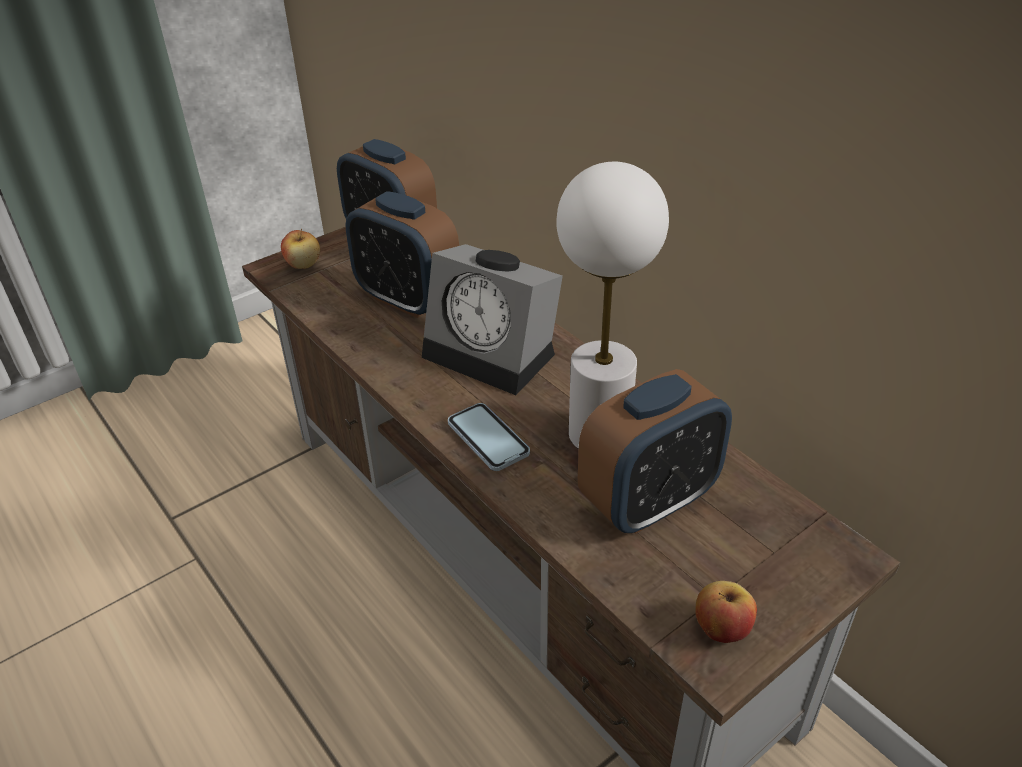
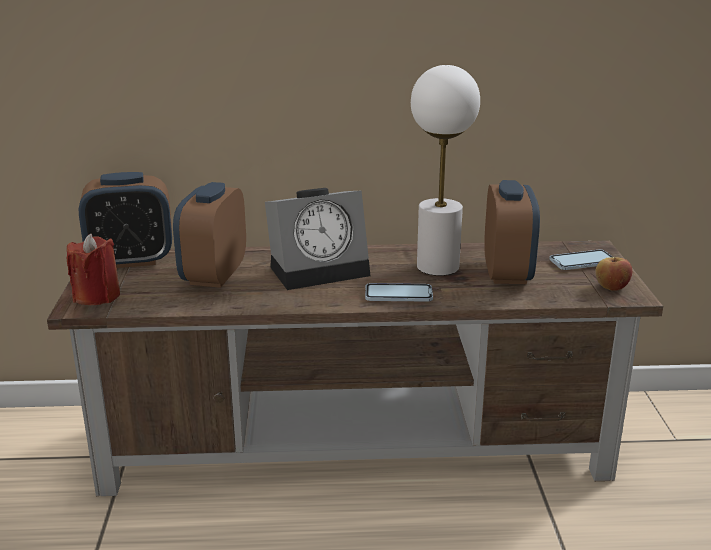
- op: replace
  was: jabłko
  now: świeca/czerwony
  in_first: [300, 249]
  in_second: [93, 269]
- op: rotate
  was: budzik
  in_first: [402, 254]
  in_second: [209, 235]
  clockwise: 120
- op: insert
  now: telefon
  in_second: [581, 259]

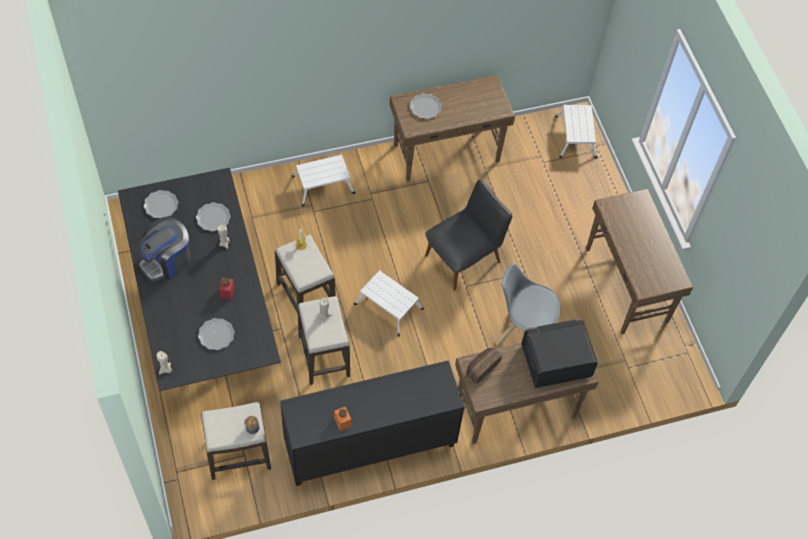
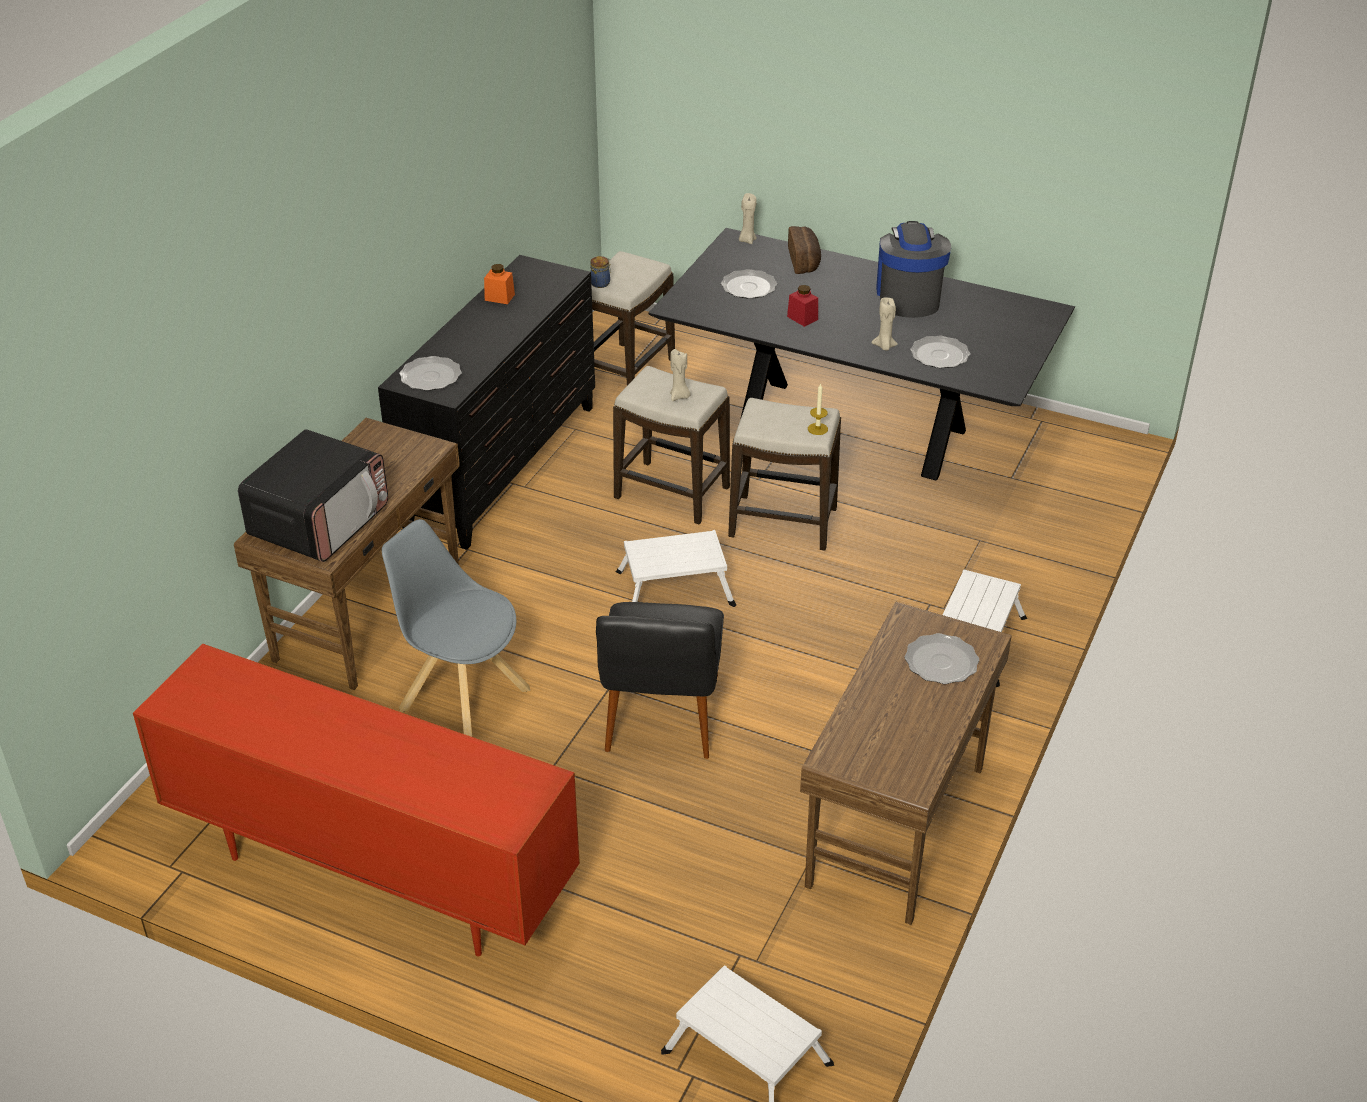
- op: replace
  was: stolik konsolowy/brązowy
  now: szafka
  in_first: [639, 261]
  in_second: [356, 800]
- op: rotate
  was: krzesło/szary
  in_first: [527, 304]
  in_second: [456, 628]
  clockwise: -120
- op: move
  was: talerz
  in_first: [161, 204]
  in_second: [430, 373]
- op: move
  was: chleb
  in_first: [484, 366]
  in_second: [804, 250]

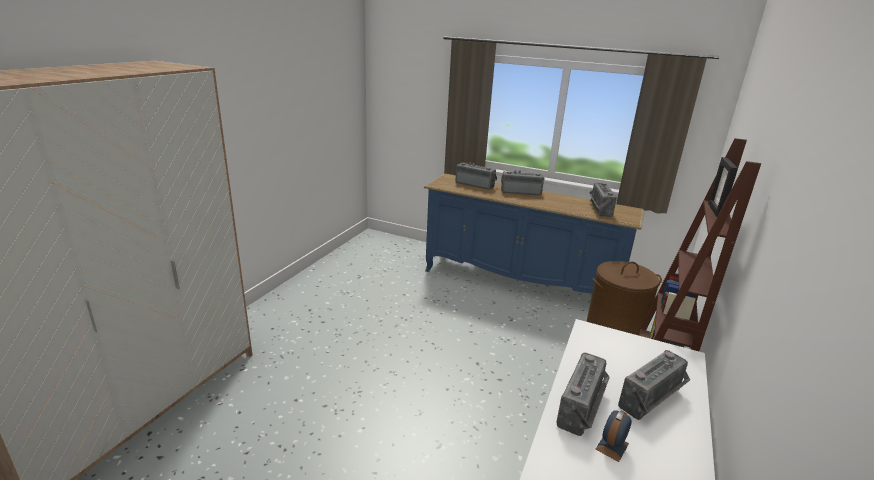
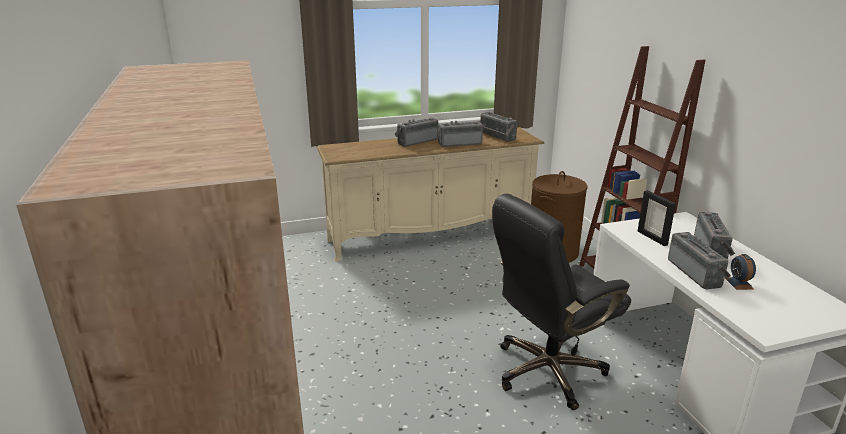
- op: recolor
  was: szafka/niebieski
  now: szafka/beżowy
  in_first: [534, 234]
  in_second: [430, 194]
- op: move
  was: radio
  in_first: [476, 176]
  in_second: [460, 134]
- op: insert
  now: krzesło biurowe/czarny
  in_second: [561, 302]
- op: move
  was: ramka na zdjęcie
  in_first: [723, 187]
  in_second: [656, 218]

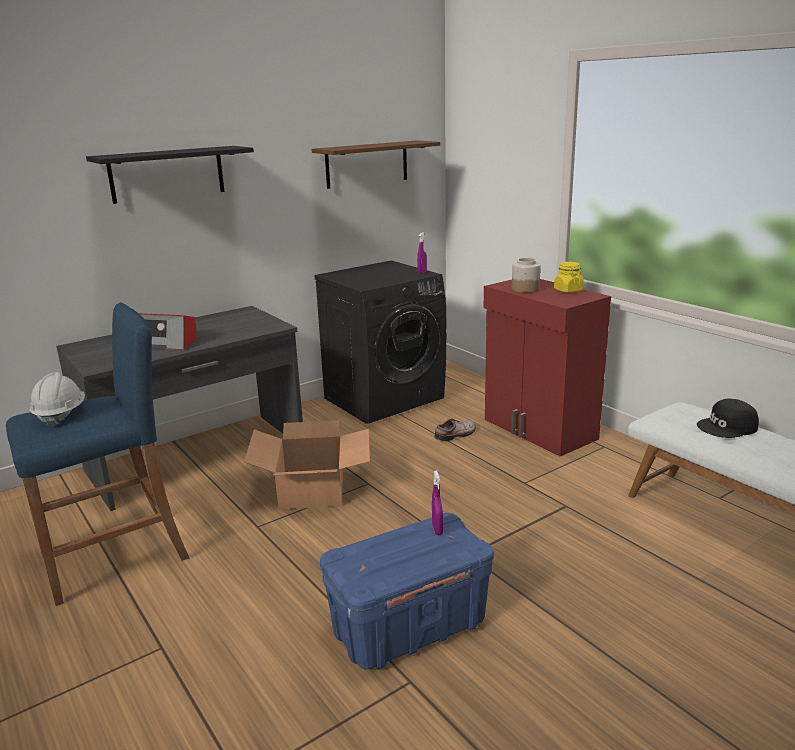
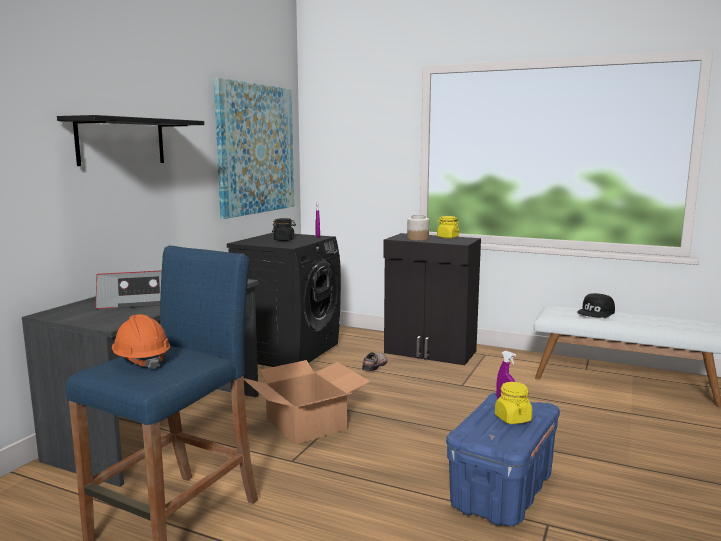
- op: recolor
  was: kask/biały
  now: kask/pomarańczowy
  in_first: [57, 399]
  in_second: [141, 342]
- op: replace
  was: półka/brązowy
  now: obraz
  in_first: [375, 164]
  in_second: [254, 148]
- op: insert
  now: słoik/czarny
  in_second: [284, 229]
- op: recolor
  was: szafka/czerwony
  now: szafka/czarny
  in_first: [547, 368]
  in_second: [432, 299]
- op: insert
  now: słoik/żółty
  in_second: [513, 403]

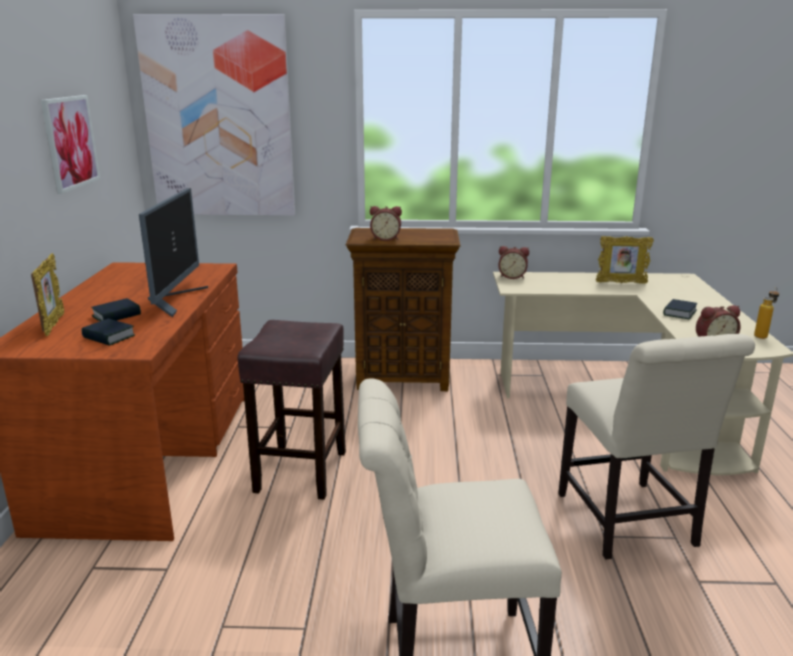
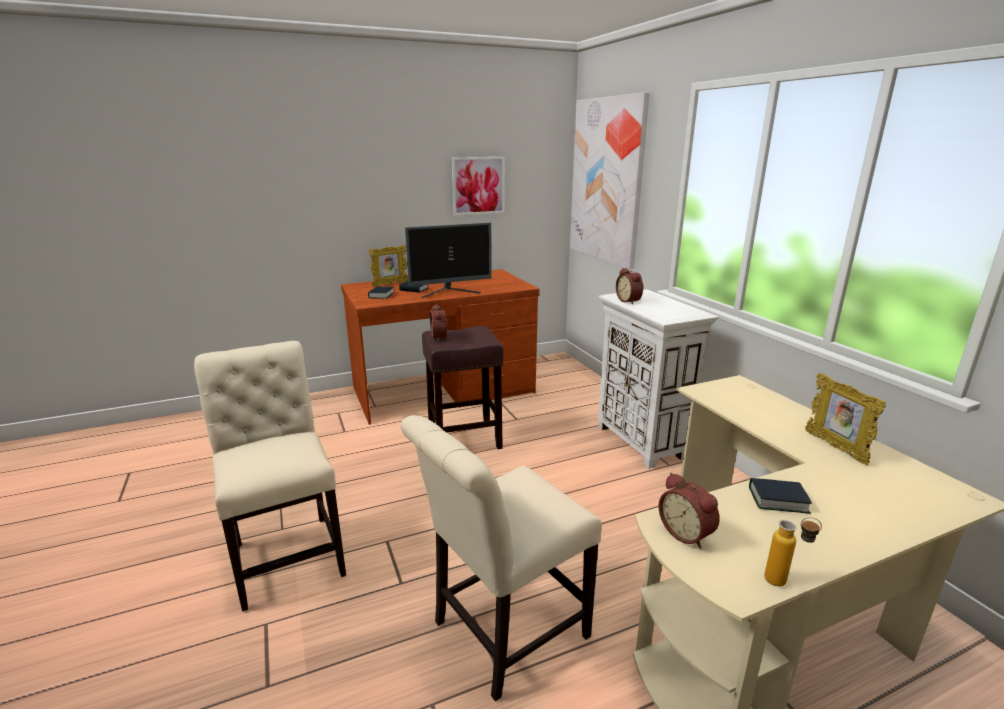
- op: move
  was: budzik
  in_first: [513, 262]
  in_second: [439, 322]
- op: recolor
  was: szafka/brązowy
  now: szafka/biały
  in_first: [403, 309]
  in_second: [658, 379]

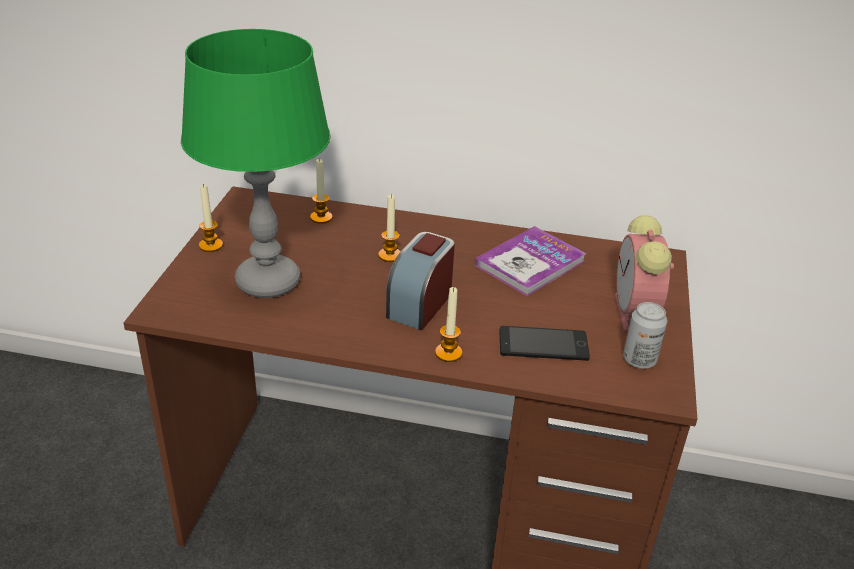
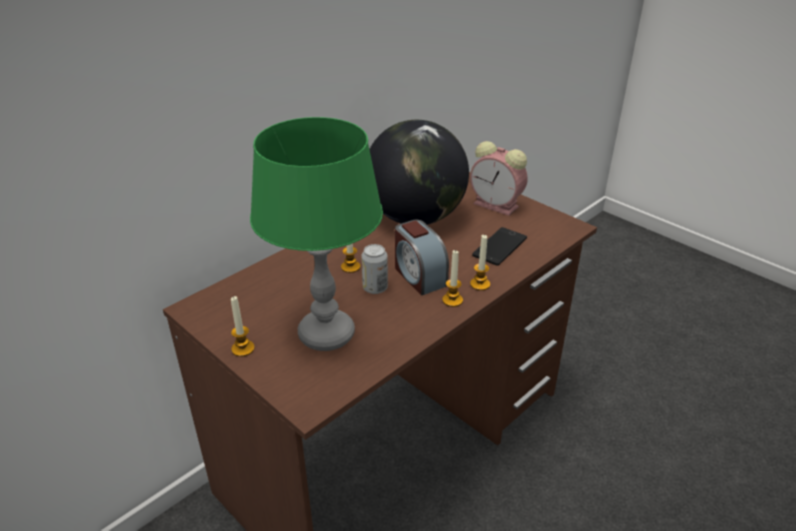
- op: move
  was: puszka
  in_first: [645, 335]
  in_second: [374, 269]
- op: replace
  was: książka
  now: globus
  in_first: [530, 261]
  in_second: [419, 172]
- op: move
  was: świeca
  in_first: [321, 191]
  in_second: [452, 278]

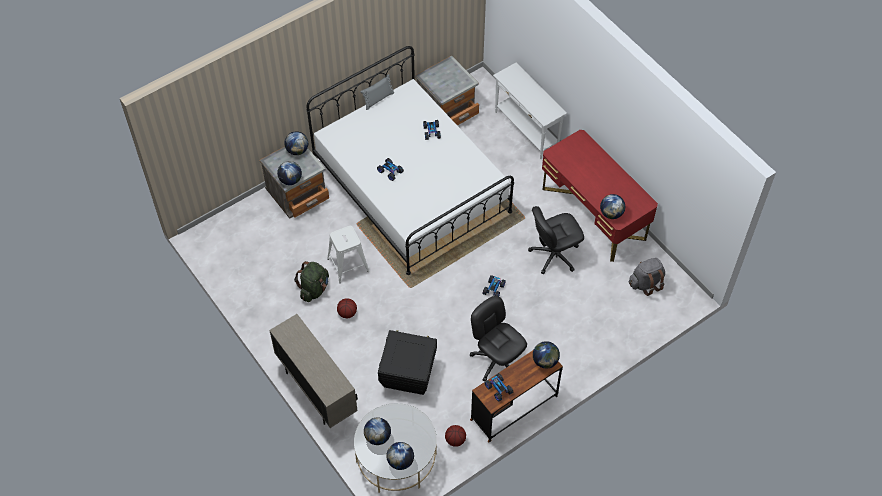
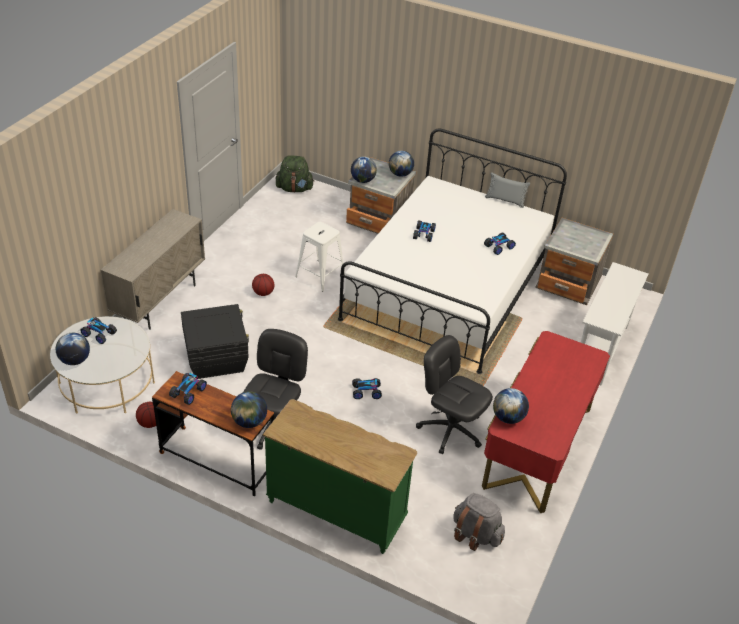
- op: replace
  was: globus
  now: samochodzik
  in_first: [377, 431]
  in_second: [98, 330]
- op: insert
  now: komoda/zielony
  in_second: [339, 476]
- op: move
  was: plecak/zielony
  in_first: [311, 281]
  in_second: [294, 174]

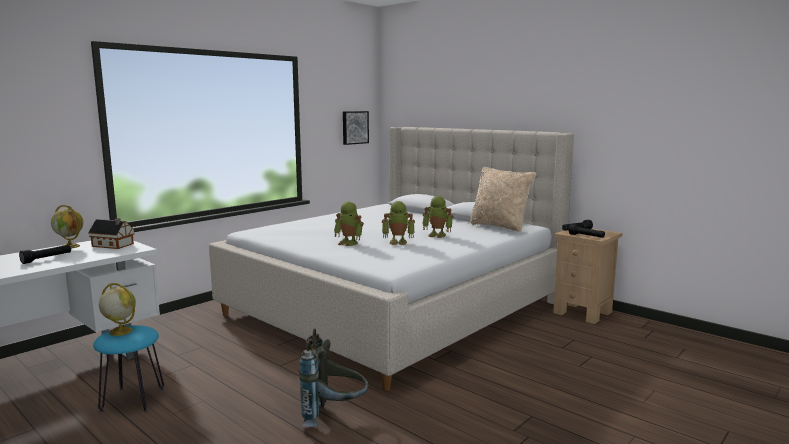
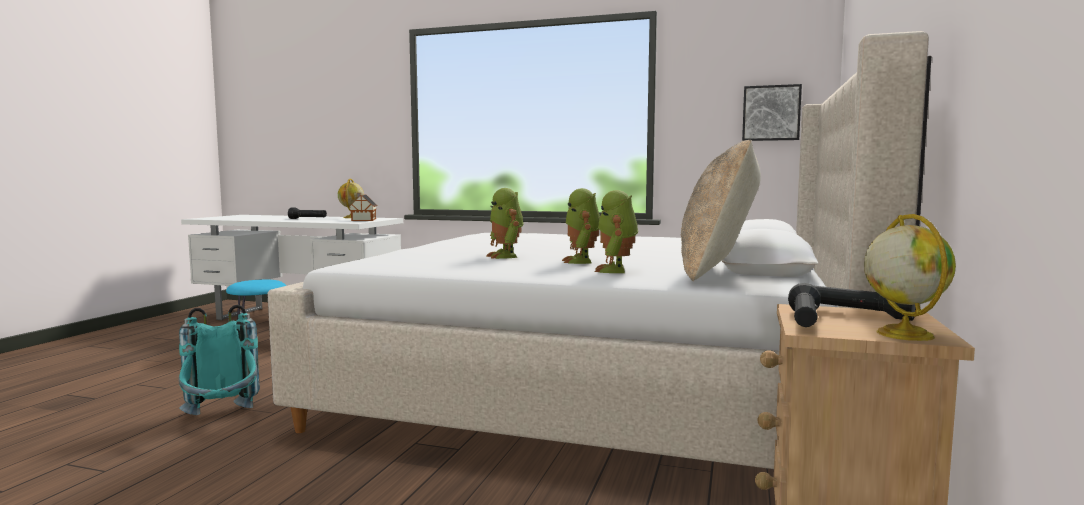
- op: recolor
  was: plecak/szary
  now: plecak/turkusowy
  in_first: [334, 377]
  in_second: [219, 360]
- op: move
  was: robot zabawkowy
  in_first: [349, 224]
  in_second: [616, 231]
- op: move
  was: globus
  in_first: [117, 309]
  in_second: [910, 277]

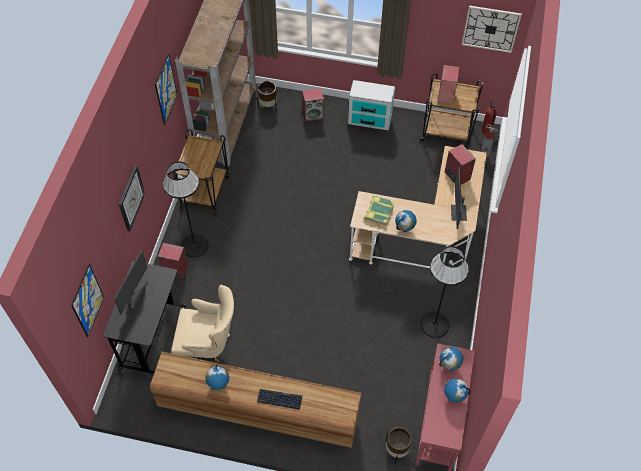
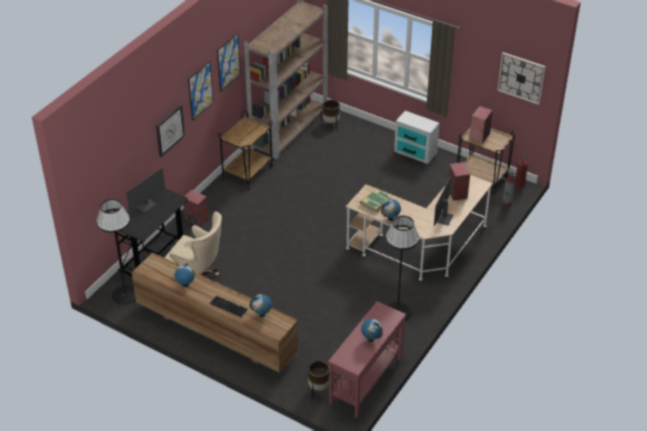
- op: move
  was: lampa stojąca/czarny
  in_first: [185, 209]
  in_second: [116, 252]
- op: move
  was: obraz
  in_first: [87, 300]
  in_second: [201, 91]
- op: move
  was: globus
  in_first: [451, 359]
  in_second: [261, 305]
- op: delete
  was: głośnik
  in_first: [313, 105]

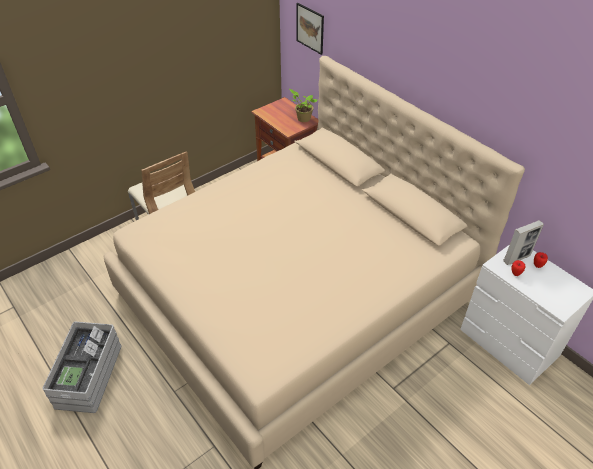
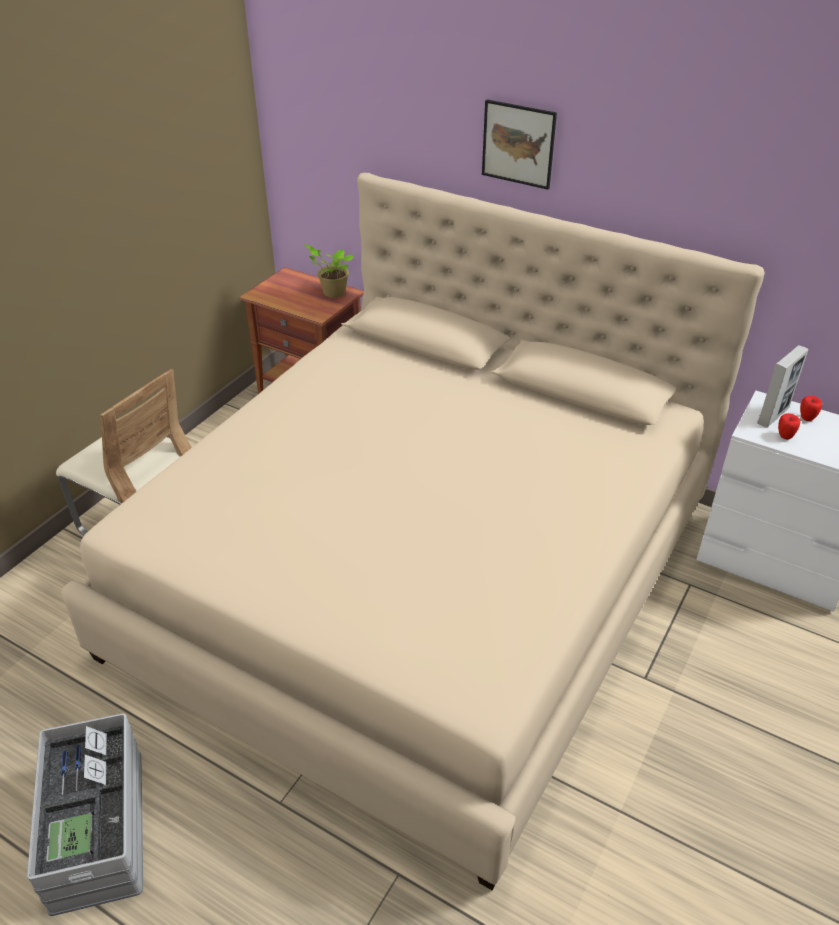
- op: move
  was: obraz
  in_first: [310, 29]
  in_second: [519, 144]

